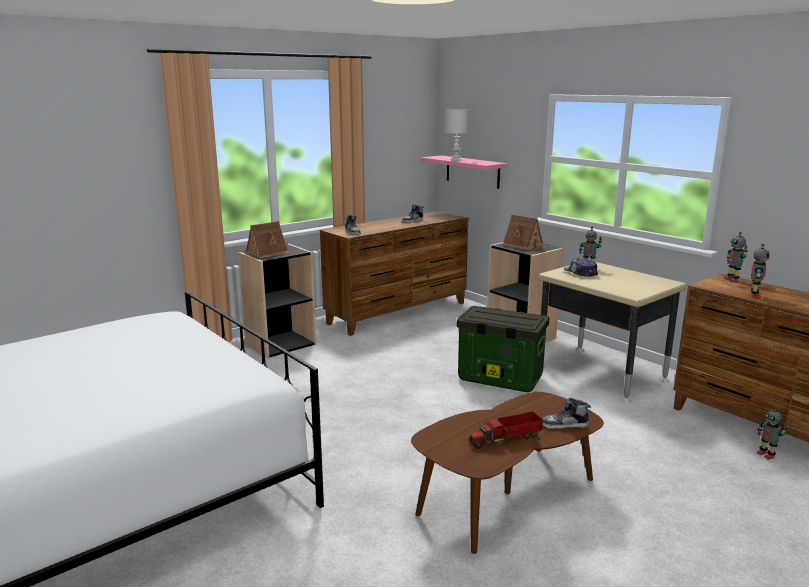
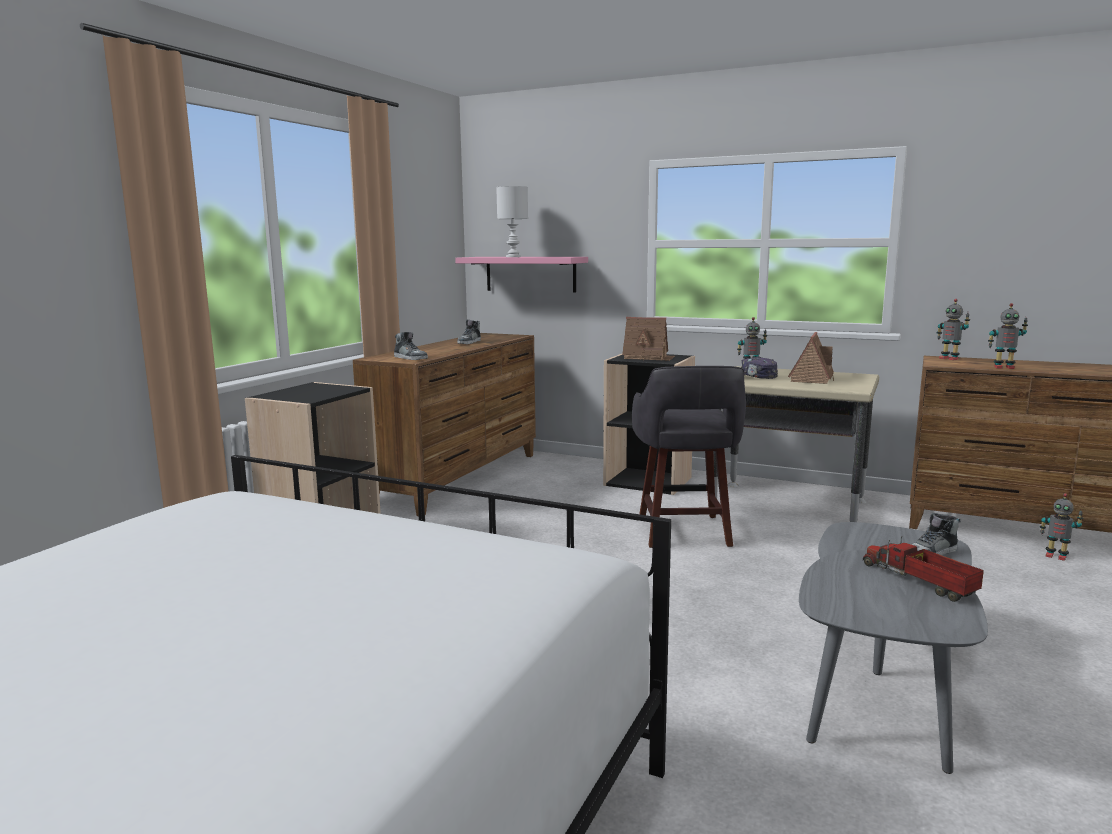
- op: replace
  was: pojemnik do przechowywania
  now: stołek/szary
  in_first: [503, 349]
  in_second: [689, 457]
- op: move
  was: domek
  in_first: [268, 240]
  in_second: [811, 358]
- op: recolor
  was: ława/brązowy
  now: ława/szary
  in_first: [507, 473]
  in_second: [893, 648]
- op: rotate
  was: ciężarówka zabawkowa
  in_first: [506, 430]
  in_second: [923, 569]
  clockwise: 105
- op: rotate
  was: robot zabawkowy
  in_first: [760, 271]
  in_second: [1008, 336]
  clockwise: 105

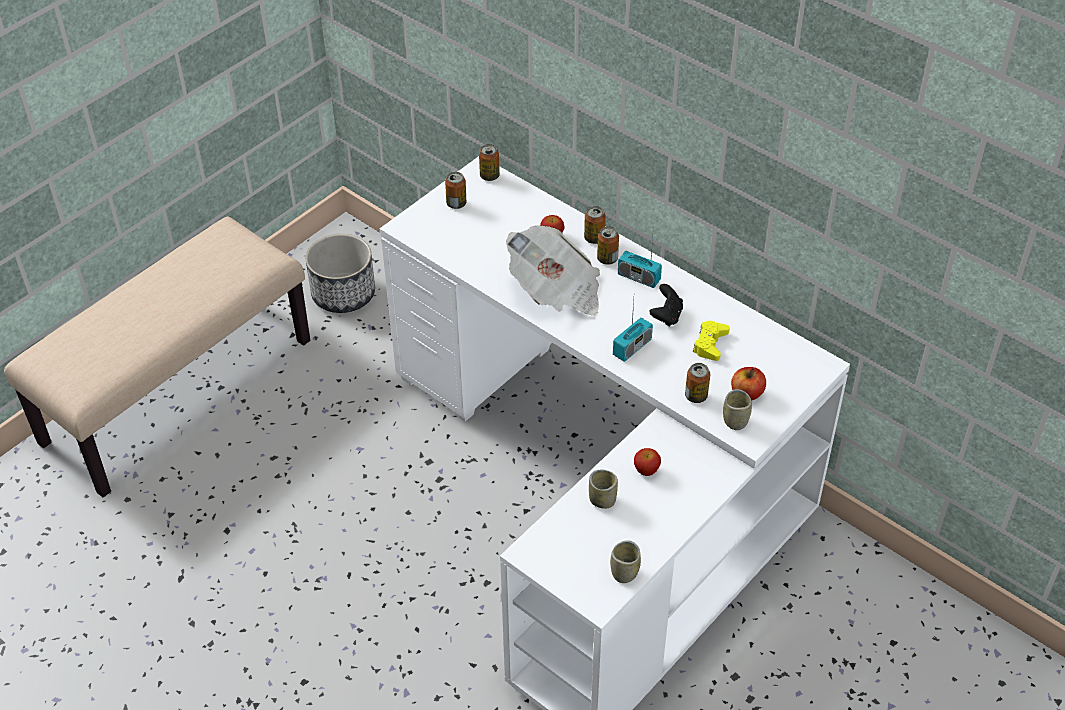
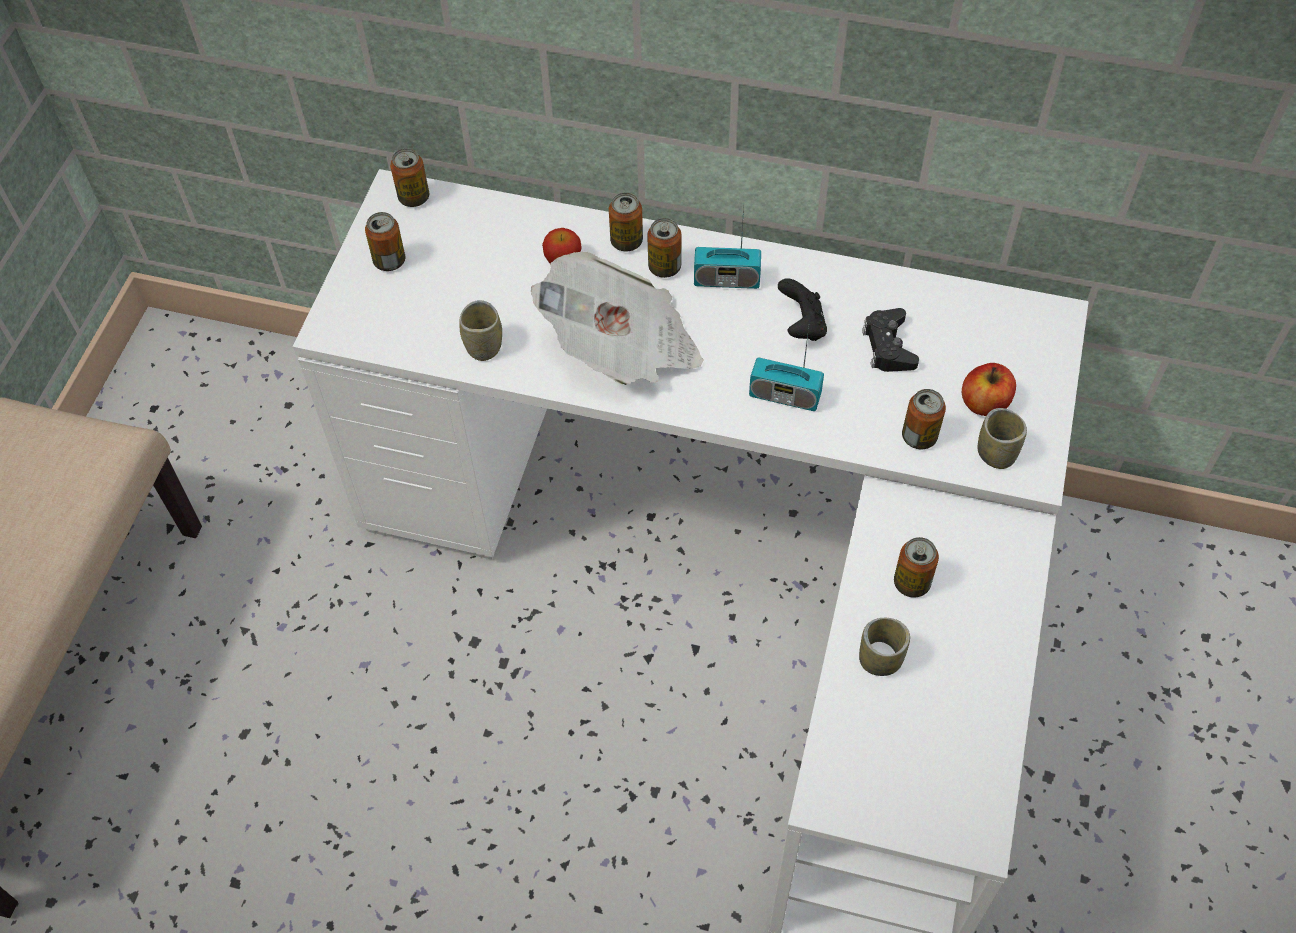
- op: move
  was: filiżanka
  in_first: [625, 562]
  in_second: [480, 330]
- op: rotate
  was: radio
  in_first: [633, 331]
  in_second: [786, 369]
  clockwise: 90
- op: recolor
  was: pad do gier/żółty
  now: pad do gier/czarny
  in_first: [711, 341]
  in_second: [890, 340]
- op: replace
  was: jabłko
  now: puszka
  in_first: [647, 462]
  in_second: [916, 567]
- op: delete
  was: donica
  in_first: [340, 273]

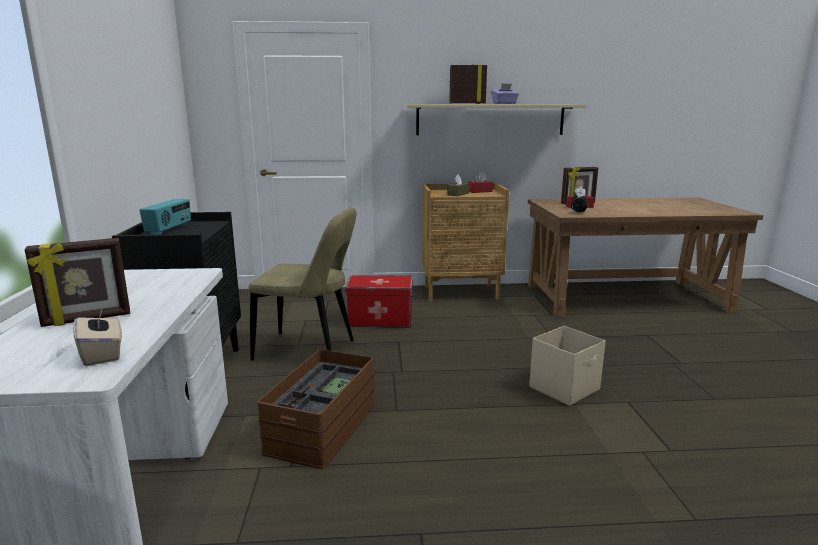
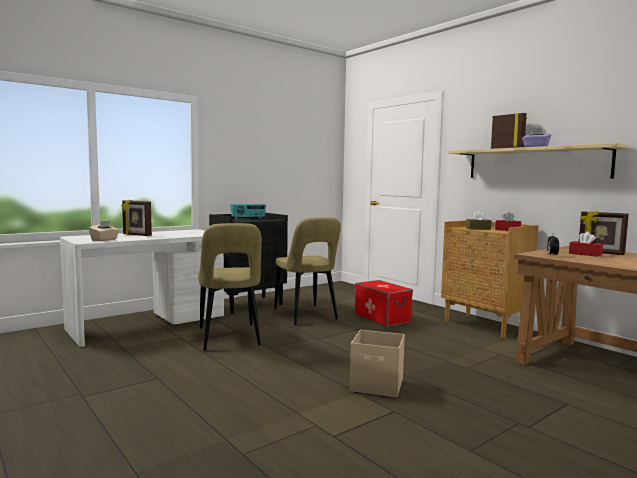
- op: replace
  was: pojemnik do przechowywania/brązowy
  now: krzesło/beżowy
  in_first: [316, 409]
  in_second: [230, 287]

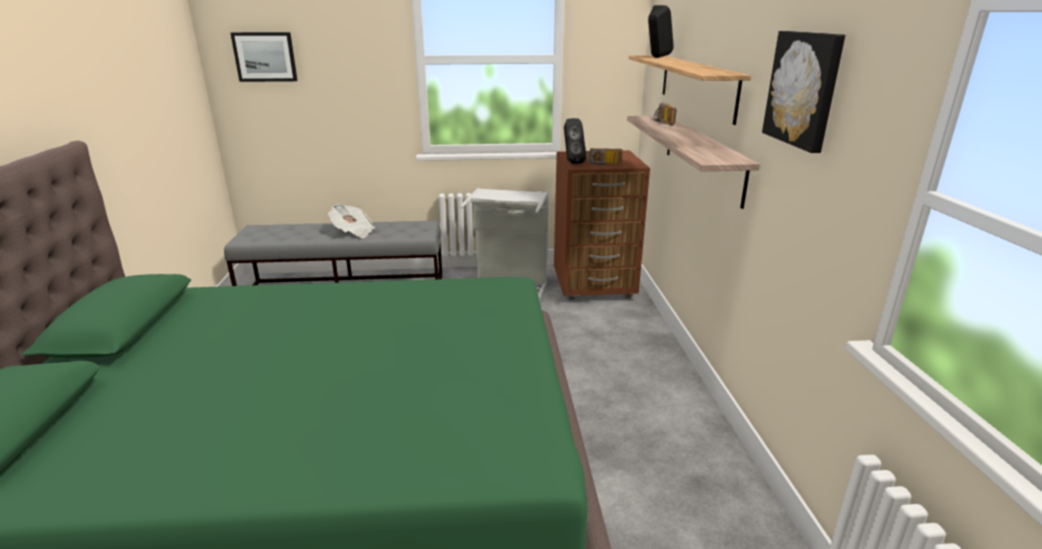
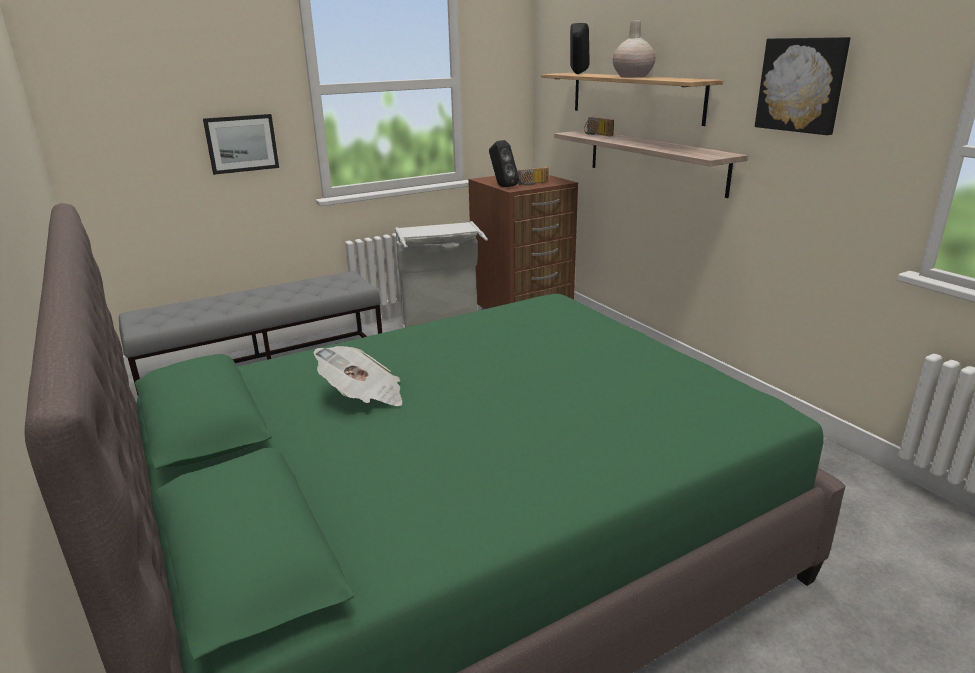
- op: move
  was: obraz
  in_first: [264, 57]
  in_second: [241, 144]
- op: move
  was: gazeta
  in_first: [351, 221]
  in_second: [358, 376]
- op: insert
  now: wazon/beżowy
  in_second: [634, 48]

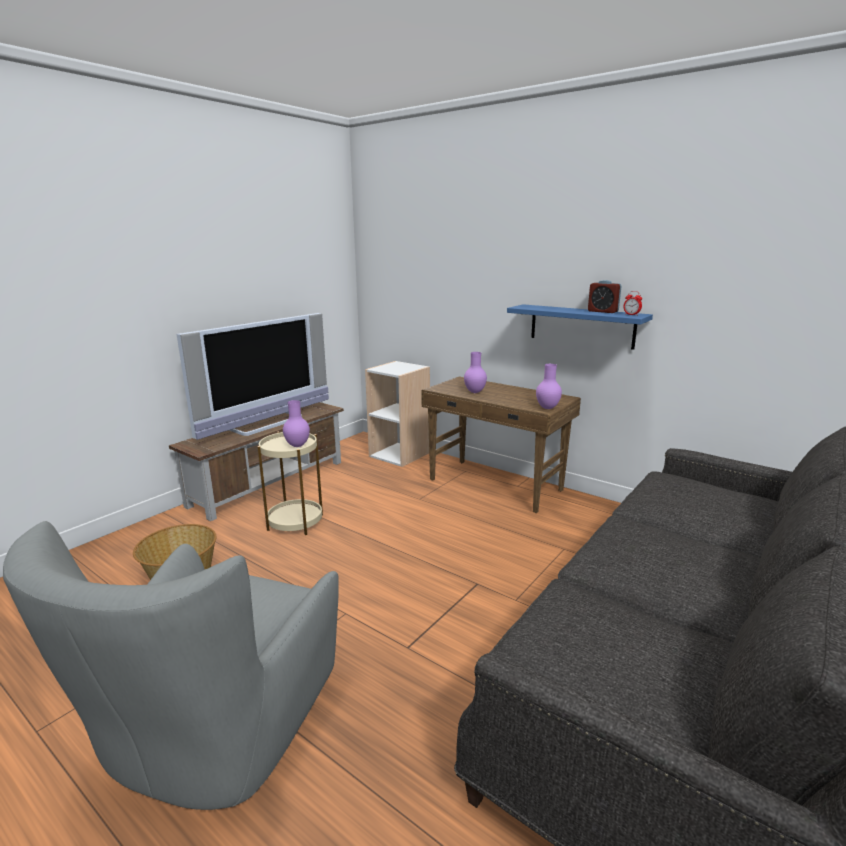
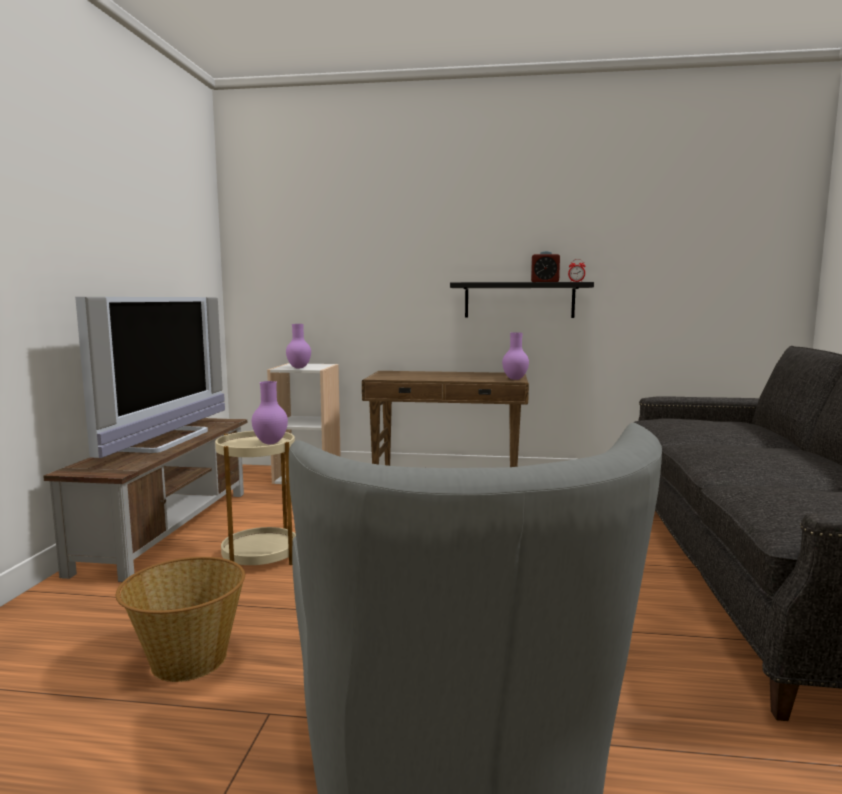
- op: move
  was: wazon/fioletowy
  in_first: [475, 372]
  in_second: [298, 346]
- op: recolor
  was: półka/niebieski
  now: półka/czarny
  in_first: [580, 327]
  in_second: [522, 300]

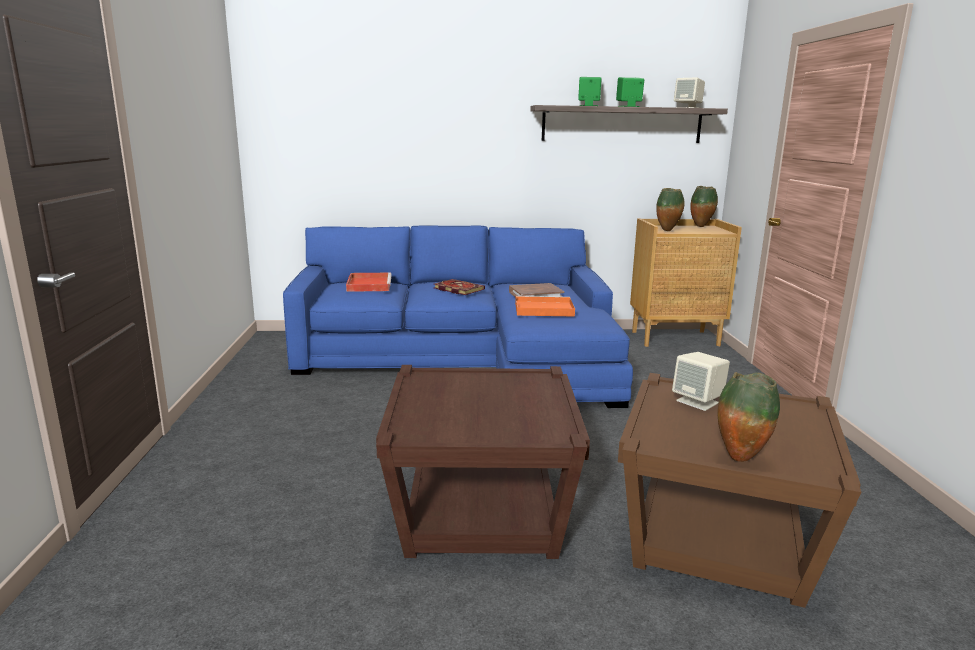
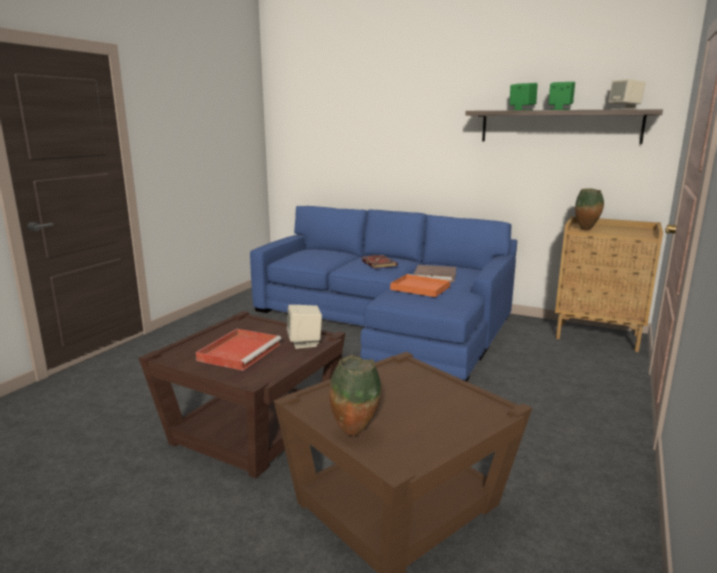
- op: move
  was: taca/czerwony
  in_first: [369, 282]
  in_second: [238, 350]
- op: move
  was: głośnik/beżowy
  in_first: [701, 381]
  in_second: [304, 327]
- op: delete
  was: wazon
  in_first: [704, 206]

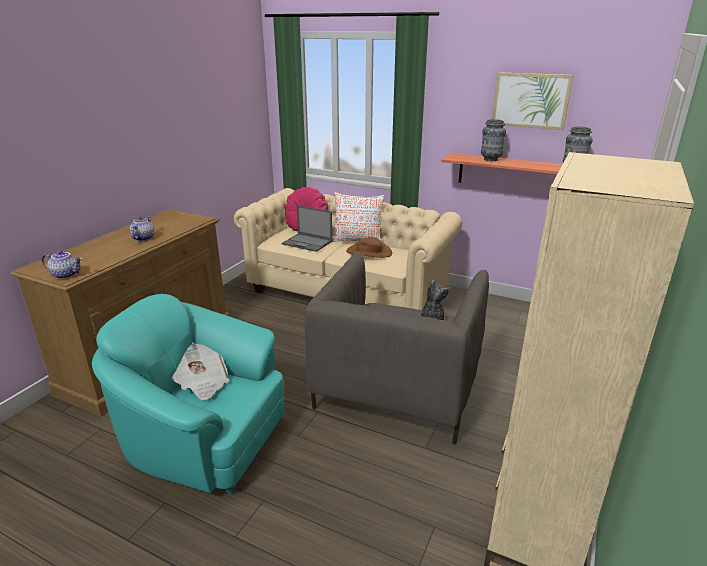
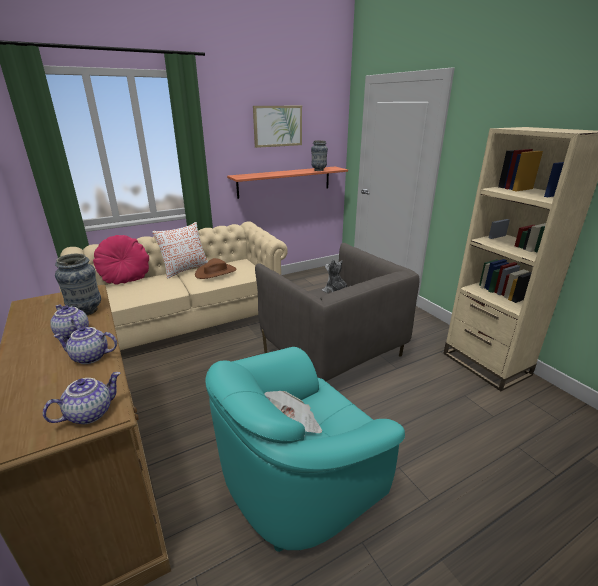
- op: insert
  now: imbryk
  in_second: [85, 345]
- op: move
  was: wazon
  in_first: [493, 140]
  in_second: [78, 284]
- op: delete
  was: laptop
  in_first: [306, 228]

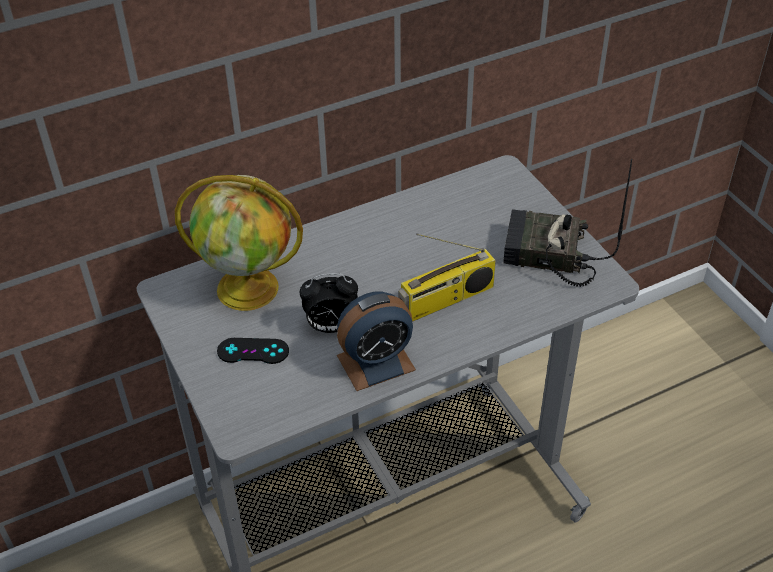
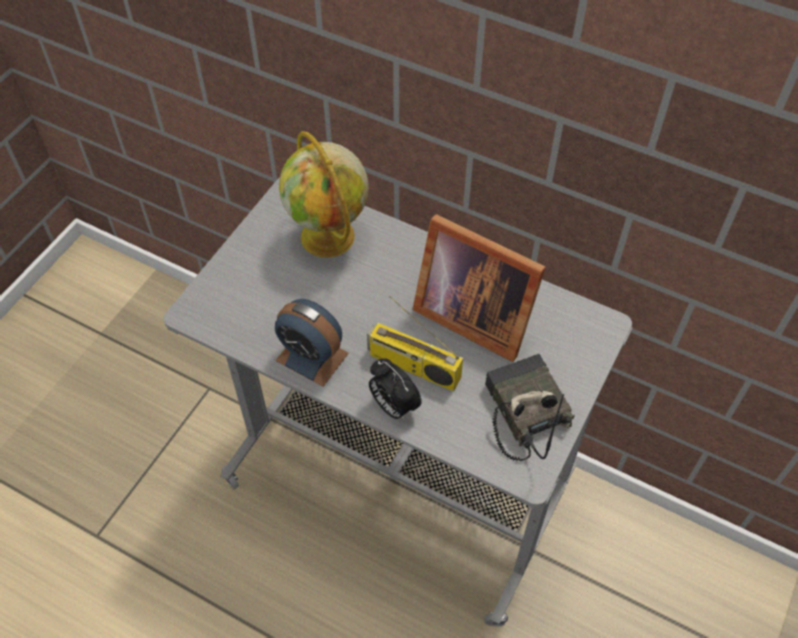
- op: move
  was: budzik
  in_first: [329, 303]
  in_second: [395, 389]
- op: insert
  now: ramka na zdjęcie
  in_second: [479, 288]
- op: delete
  was: pad do gier/czarny
  in_first: [253, 351]

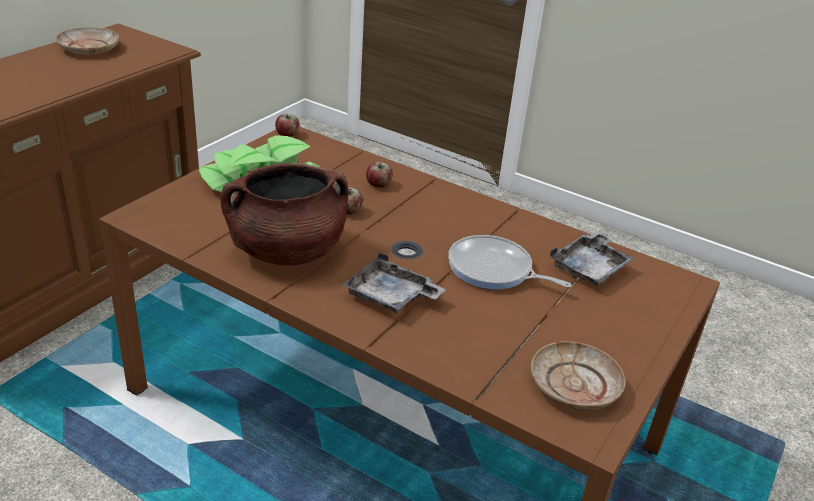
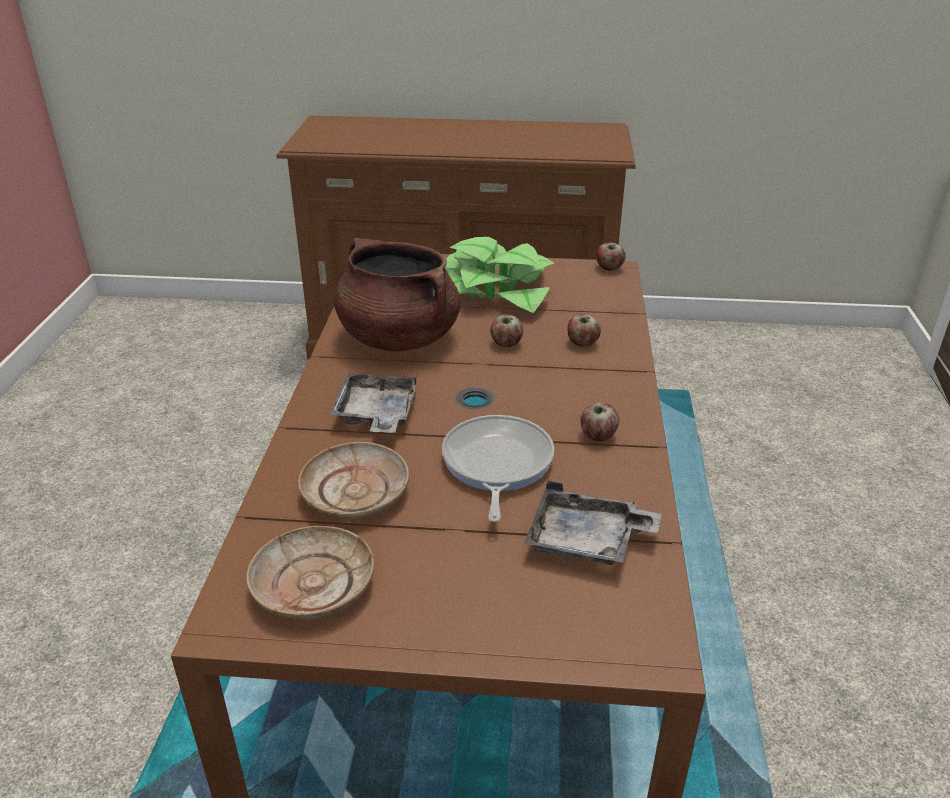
- op: move
  was: talerz/beżowy
  in_first: [87, 40]
  in_second: [353, 480]
- op: insert
  now: jabłko
  in_second: [599, 421]

